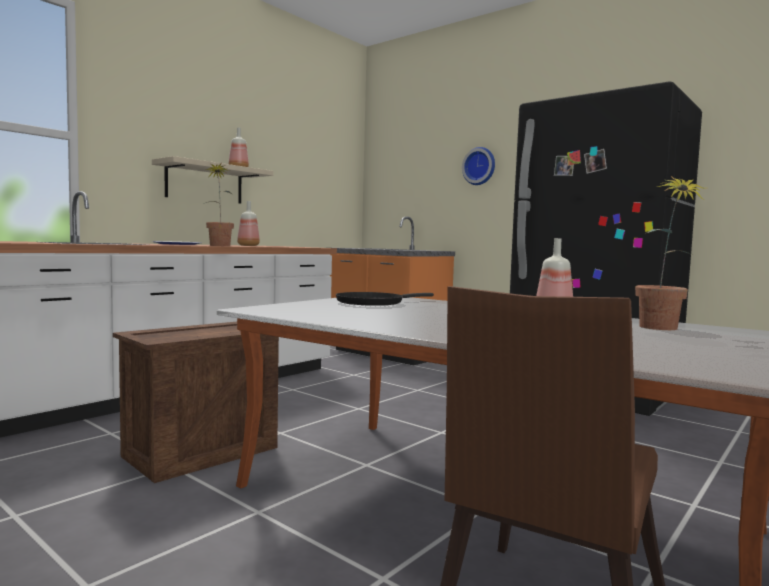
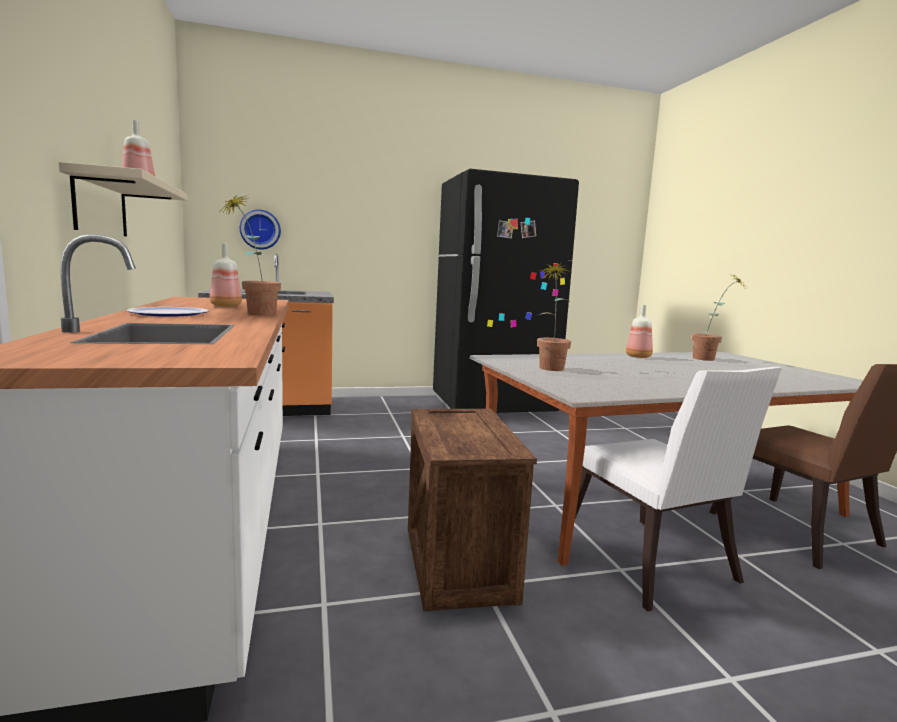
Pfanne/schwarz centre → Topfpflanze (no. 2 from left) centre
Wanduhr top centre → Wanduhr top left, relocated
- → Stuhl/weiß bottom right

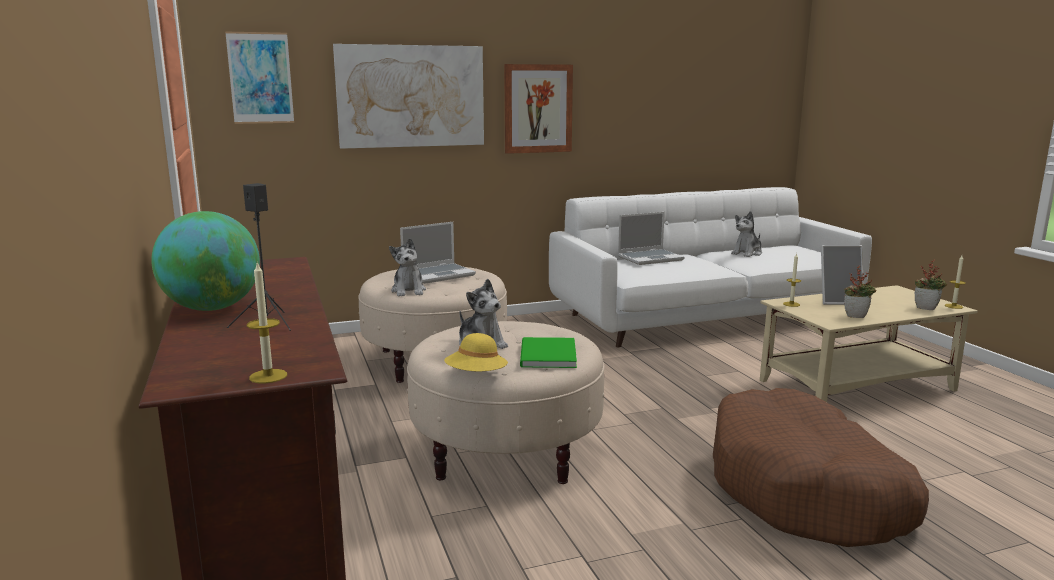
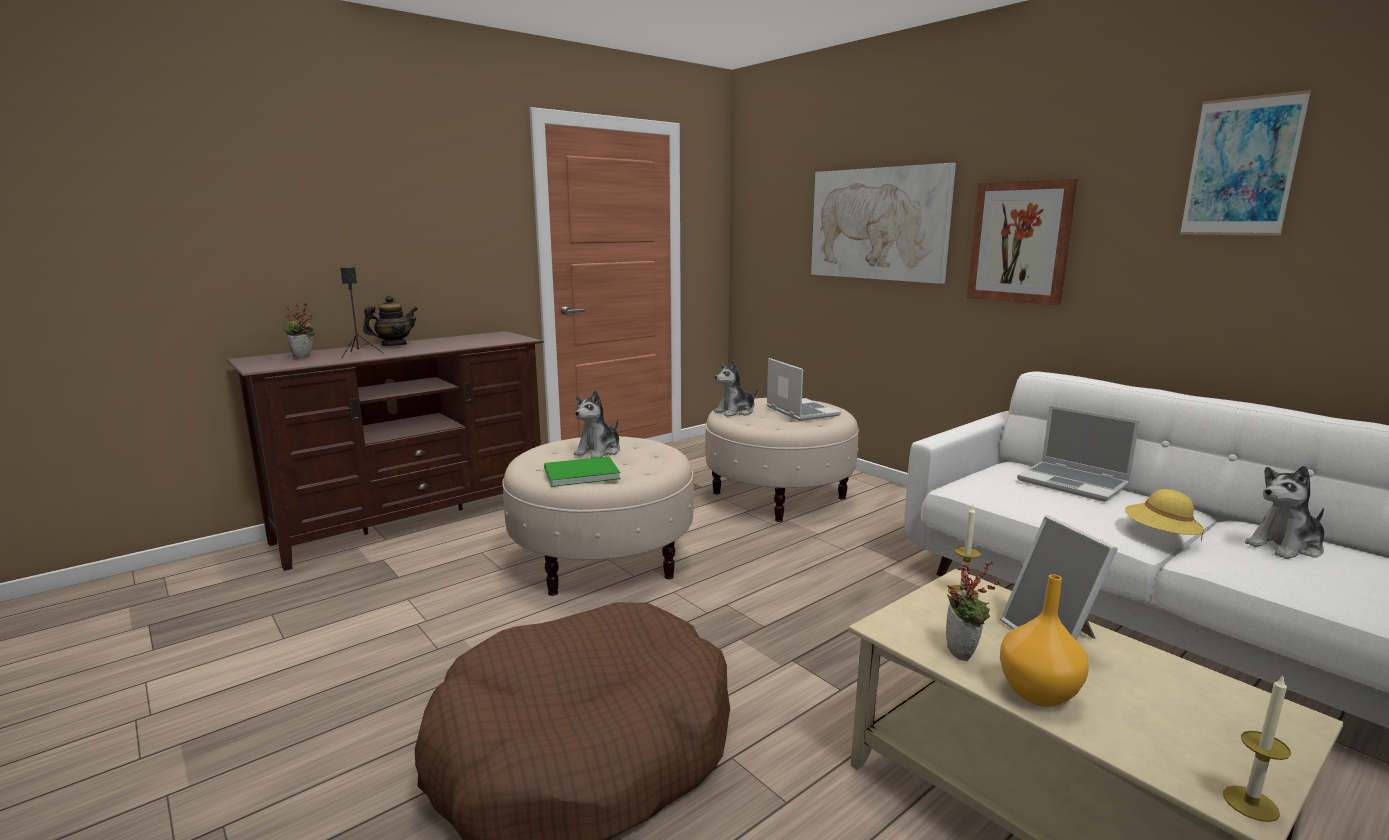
Globus middle left → Teekanne middle left
Bild (no. 1 from left in the first image) top left → Bild (no. 3 from left) top right, relocated
Kerze (no. 1 from left) middle left → -
Laptop (no. 1 from left) centre, 150 degrees counterclockwise
Hut/gelb centre → Hut/gelb middle right, relocated
Plüschtier (no. 3 from left) middle right, 45 degrees counterclockwise
Topfpflanze (no. 2 from left in the first image) middle right → Topfpflanze (no. 1 from left) middle left, relocated
- → Vase/orange bottom right

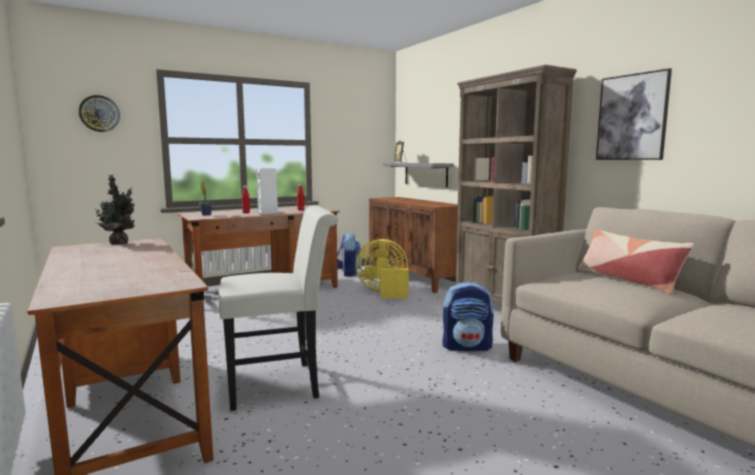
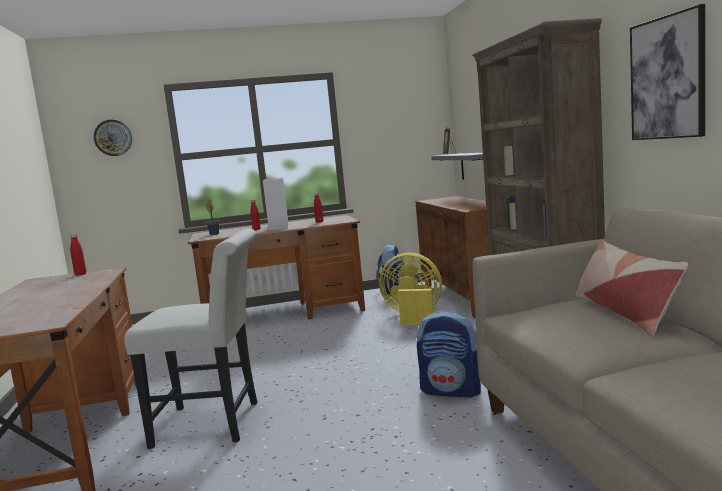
Topfpflanze (no. 1 from left) middle left → Flasche/rot (no. 1 from left) middle left

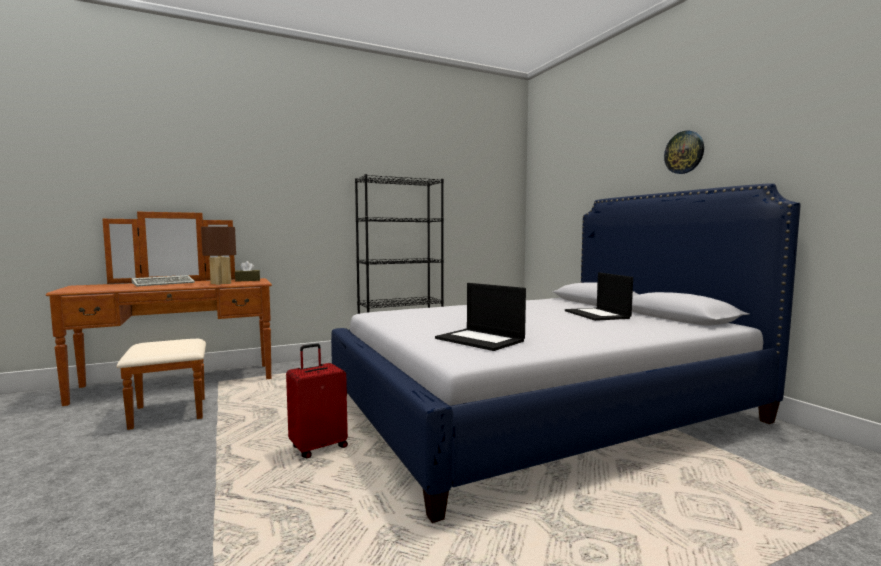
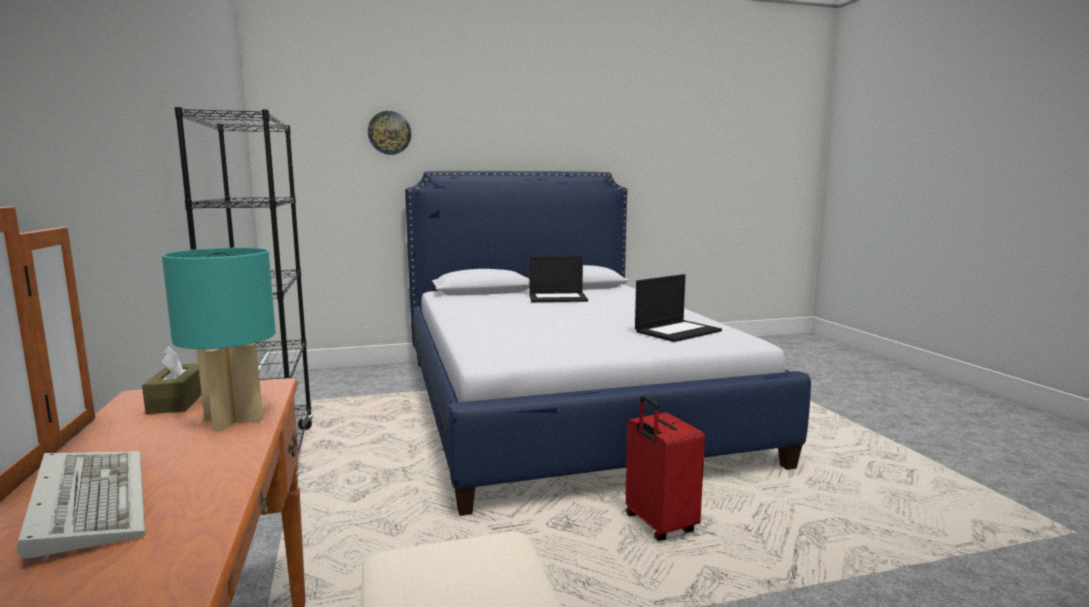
Tischlampe/braun middle left → Tischlampe/türkis middle left
Wanduhr top right → Wanduhr top centre, relocated

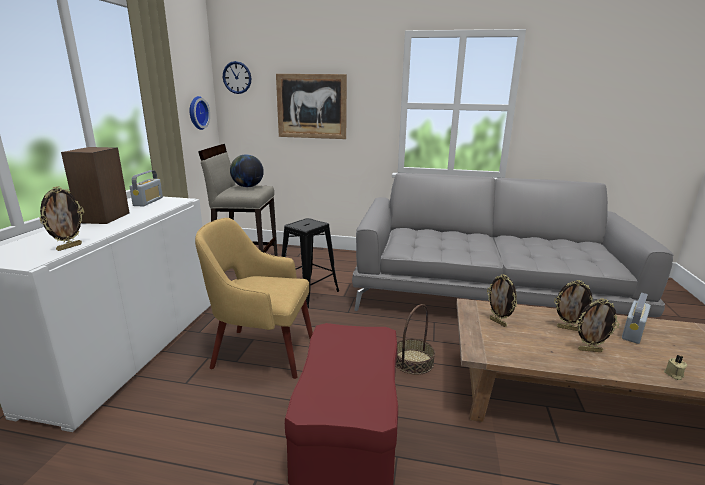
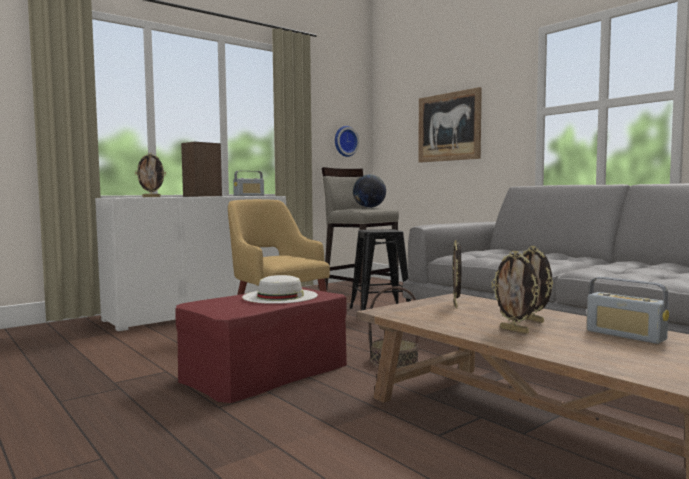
Wanduhr (no. 2 from left) top centre → -
Radio (no. 2 from left) middle right, 120 degrees counterclockwise
Kerze/beige bottom right → -
- → Hut/weiß centre

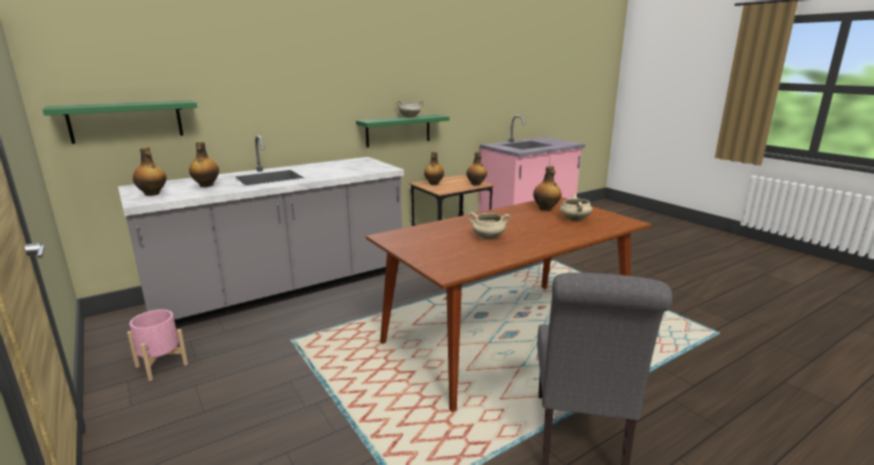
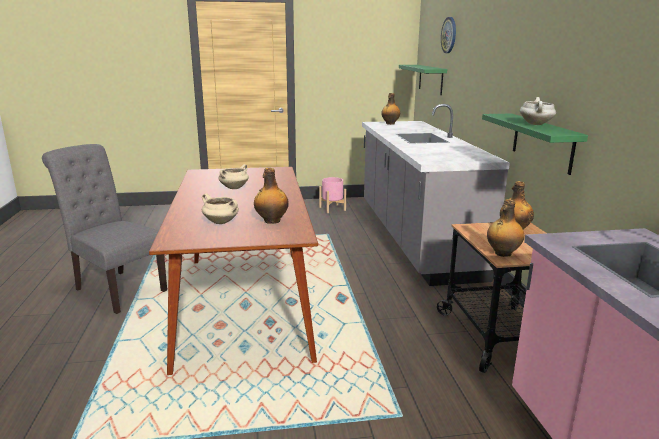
Flasche (no. 2 from left) middle left → -
- → Wanduhr top right

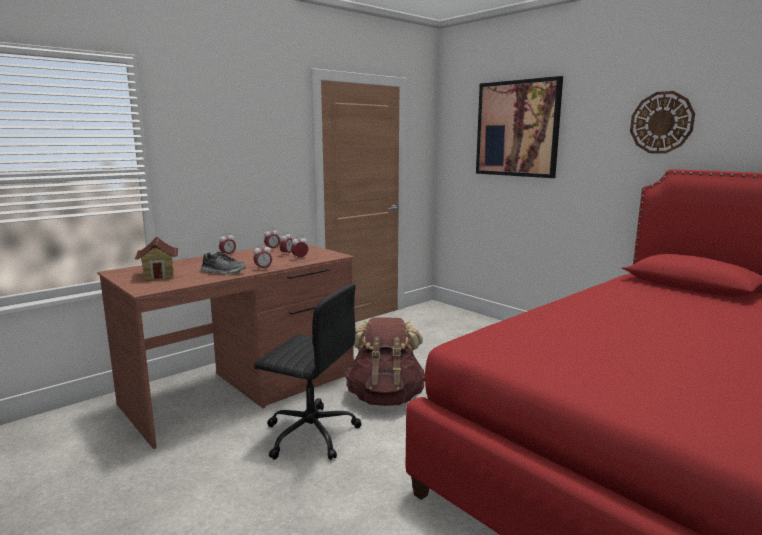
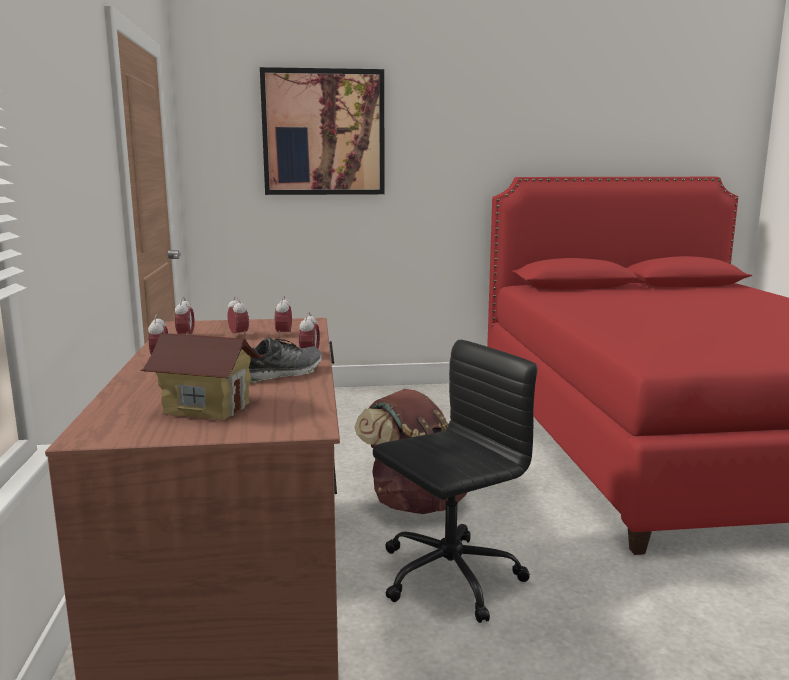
Wanduhr top right → -

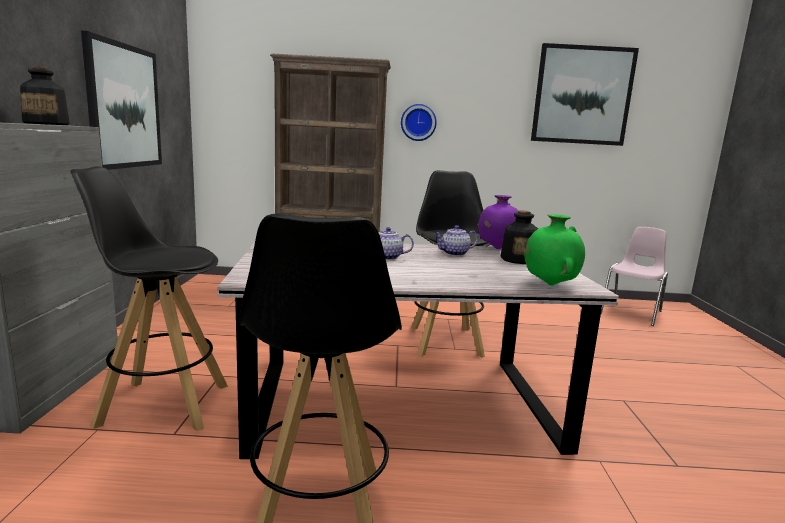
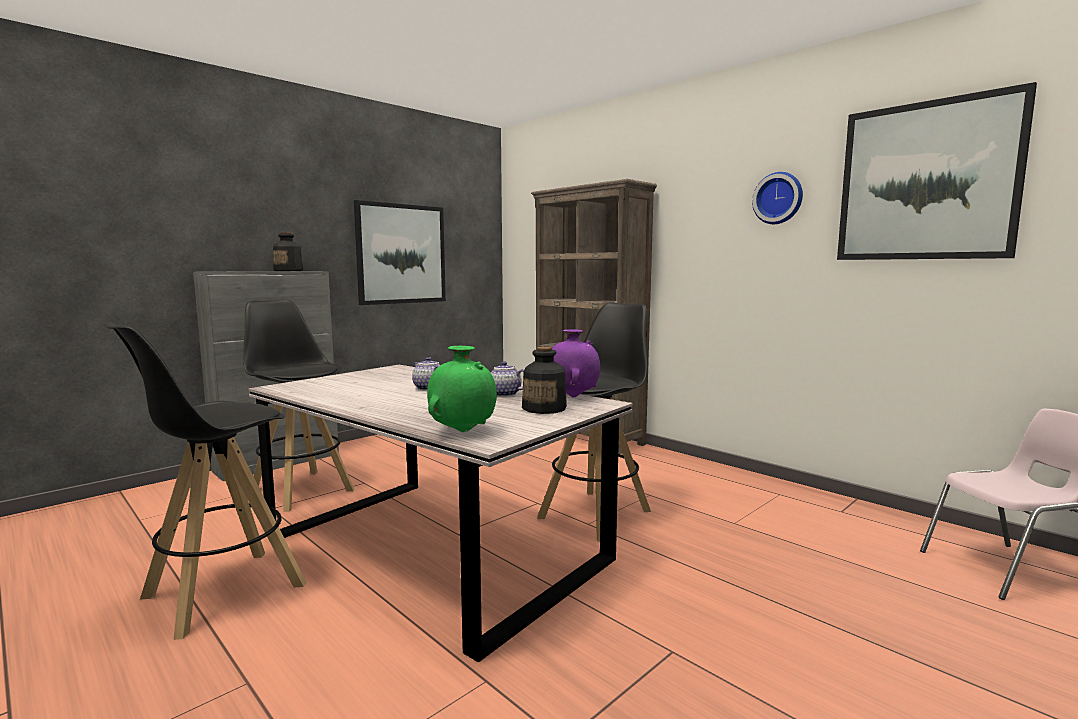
Wanduhr top centre → Wanduhr top right, relocated

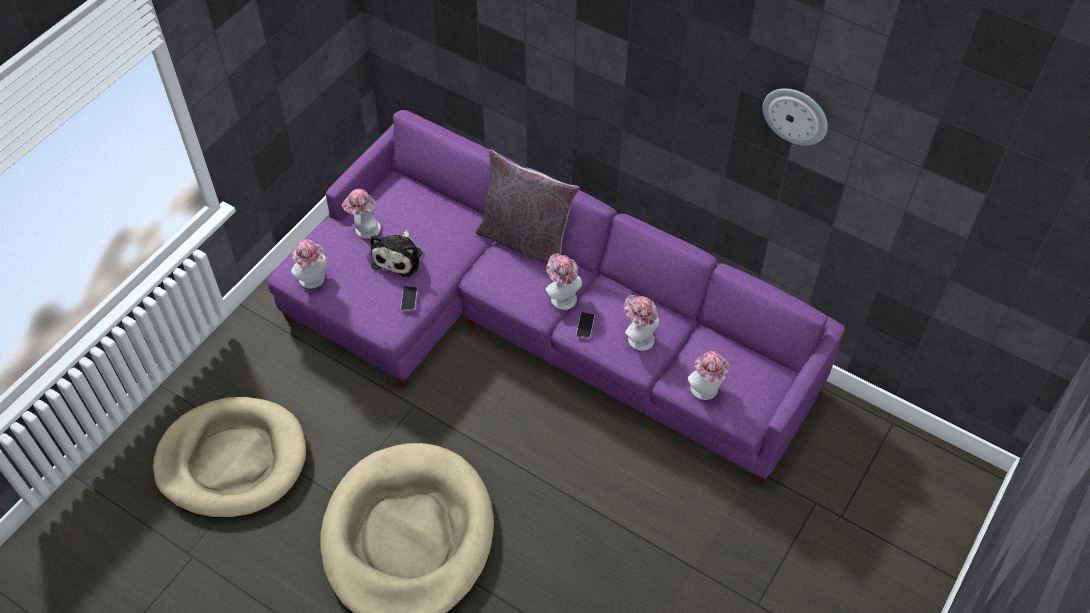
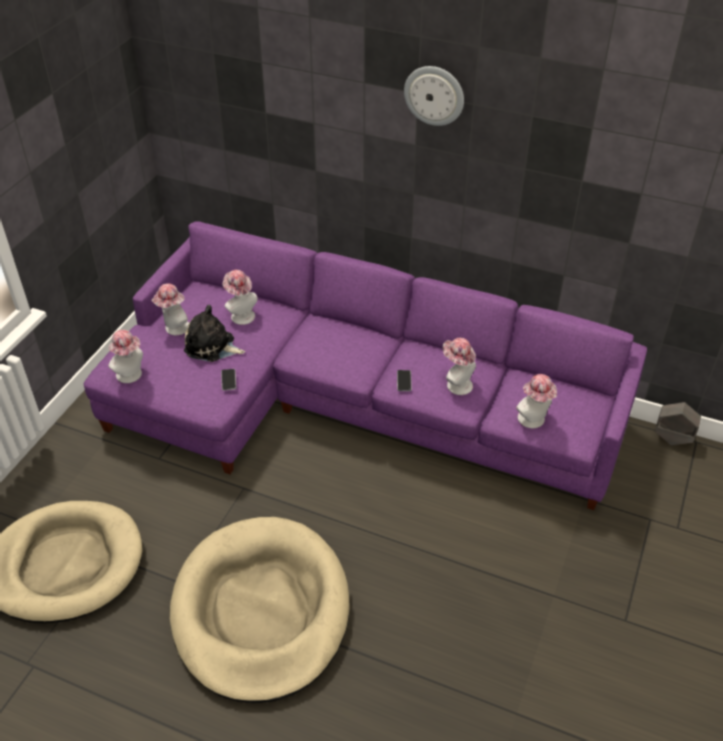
Plüschtier centre → Plüschtier middle left, 105 degrees clockwise
Kissen/grau centre → -
Hut (no. 3 from left) centre → Hut (no. 3 from left) middle left, relocated
Wanduhr top right → Wanduhr top centre, relocated
- → Pflanzkübel/grau middle right

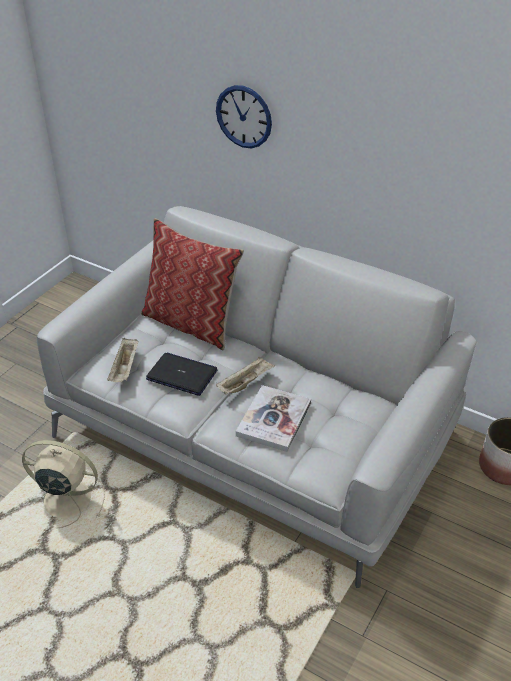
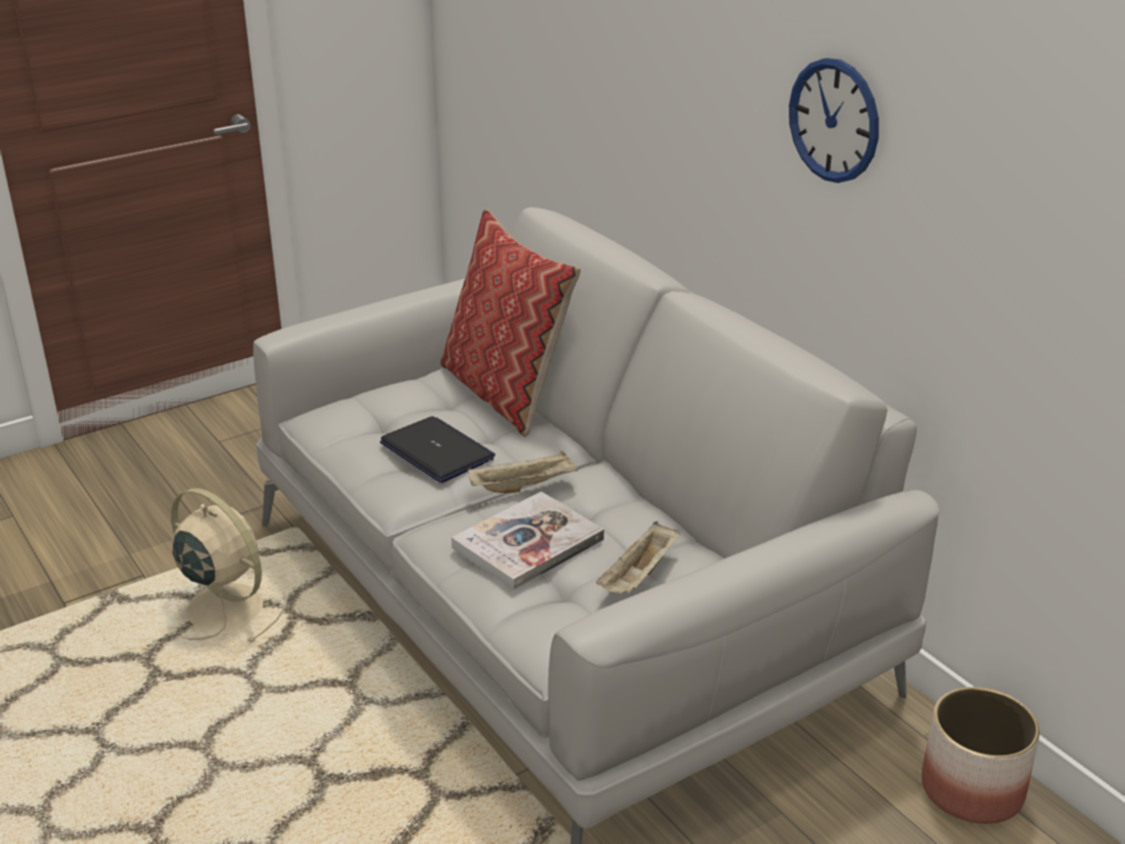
Tablett/beige (no. 1 from left in the first image) middle left → Tablett/beige (no. 2 from left) centre, relocated
Wanduhr top centre → Wanduhr top right, relocated

